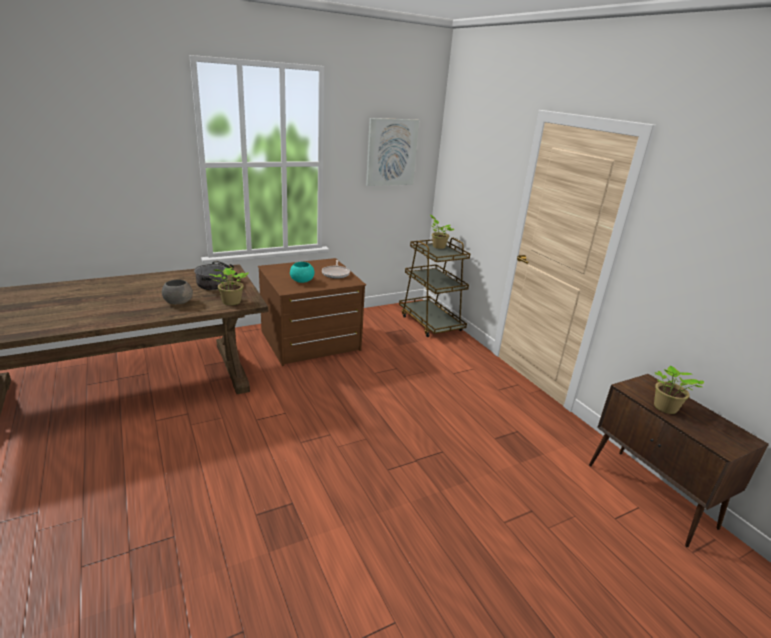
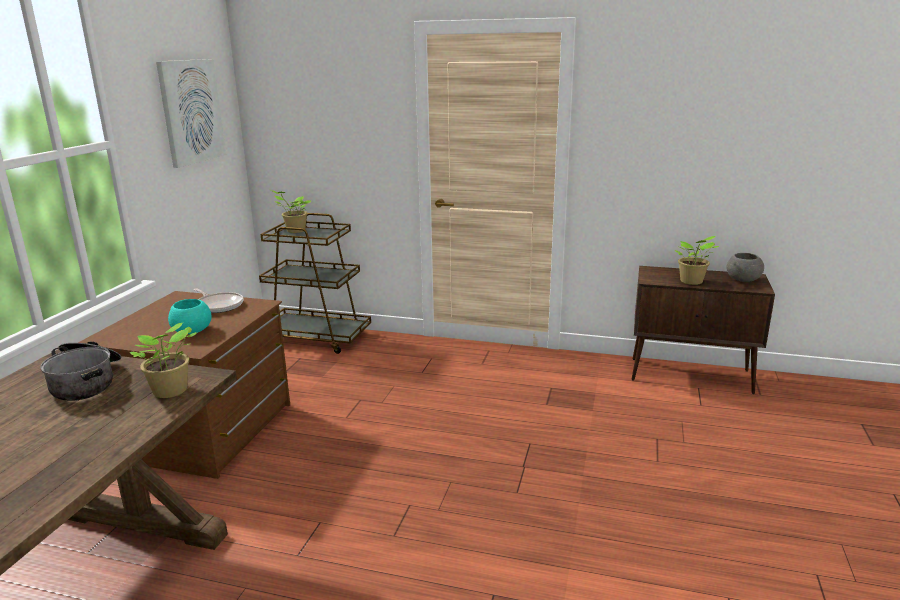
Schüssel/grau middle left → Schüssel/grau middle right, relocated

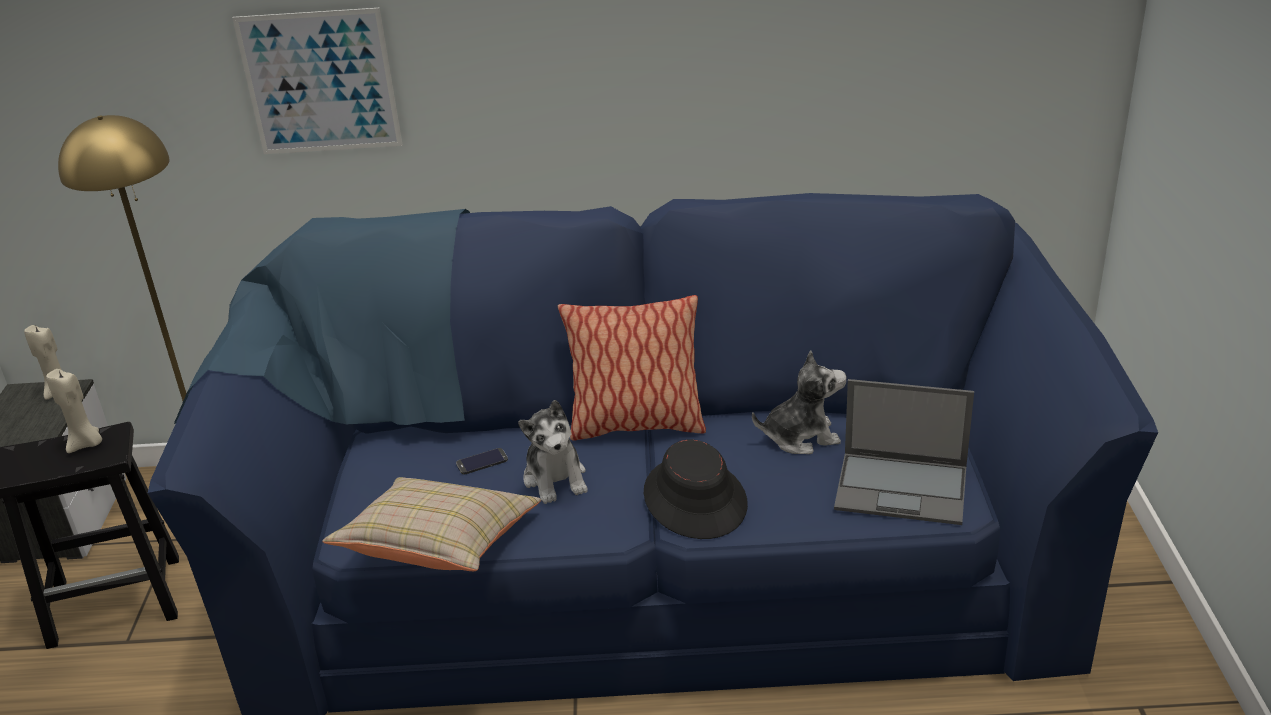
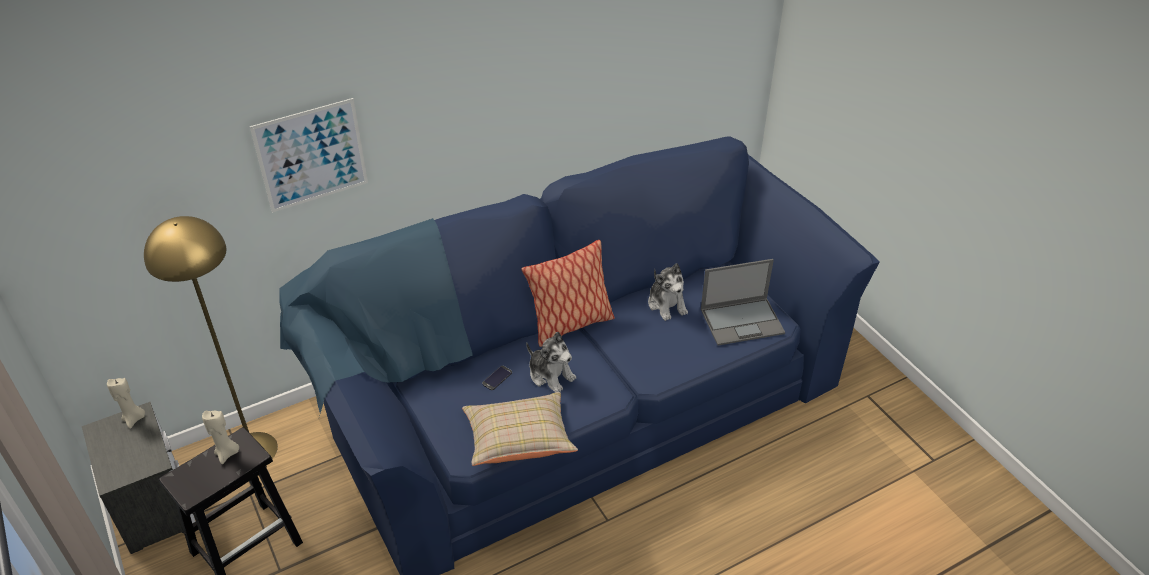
Hut/schwarz bottom centre → -
Plüschtier (no. 2 from left) centre, 105 degrees clockwise

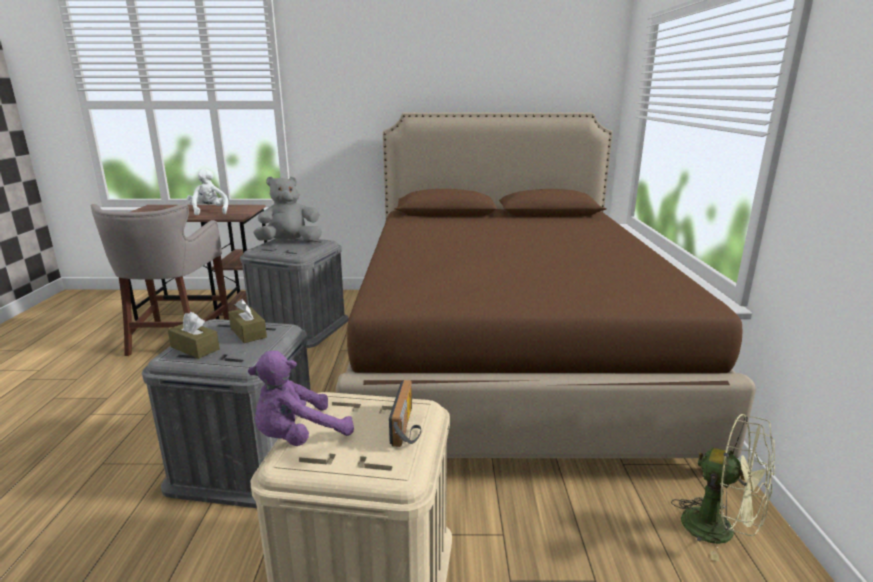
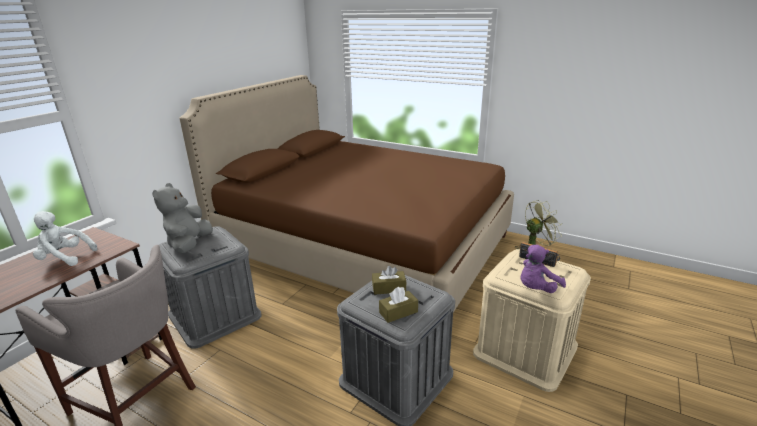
Plüschtier/lila bottom centre → Plüschtier/lila middle right, 60 degrees clockwise

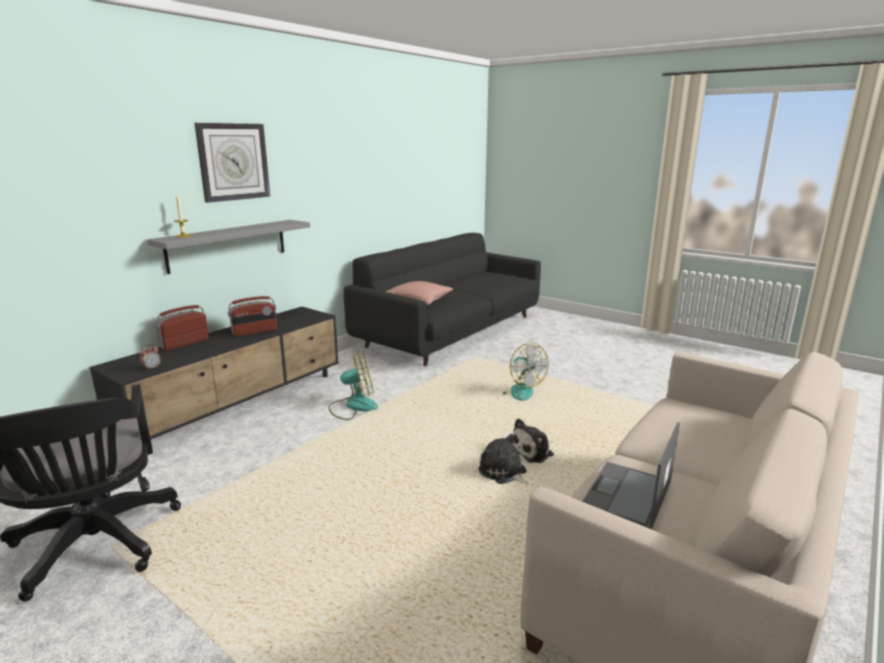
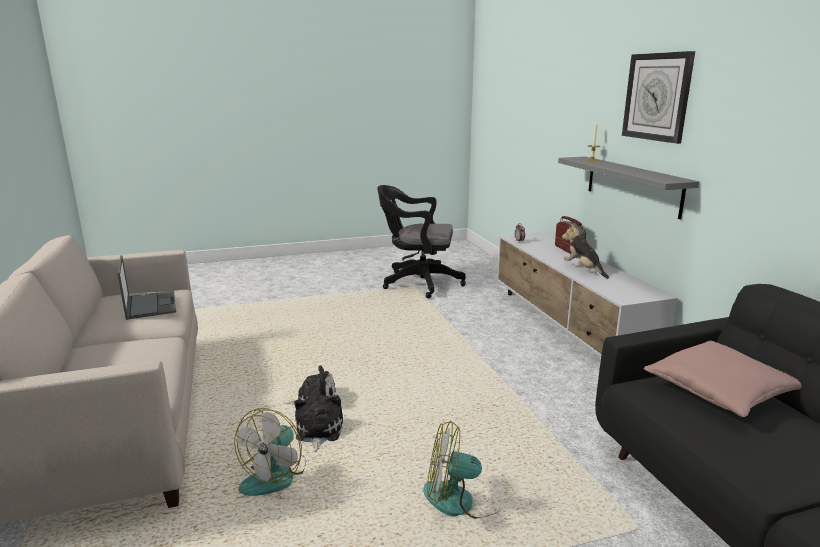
Fernsehschrank/schwarz middle left → Fernsehschrank/weiß middle right
Radio (no. 2 from left) middle left → Plüschtier (no. 3 from left) middle right
Ventilator (no. 1 from left) centre → Ventilator (no. 1 from left) bottom left, relocated

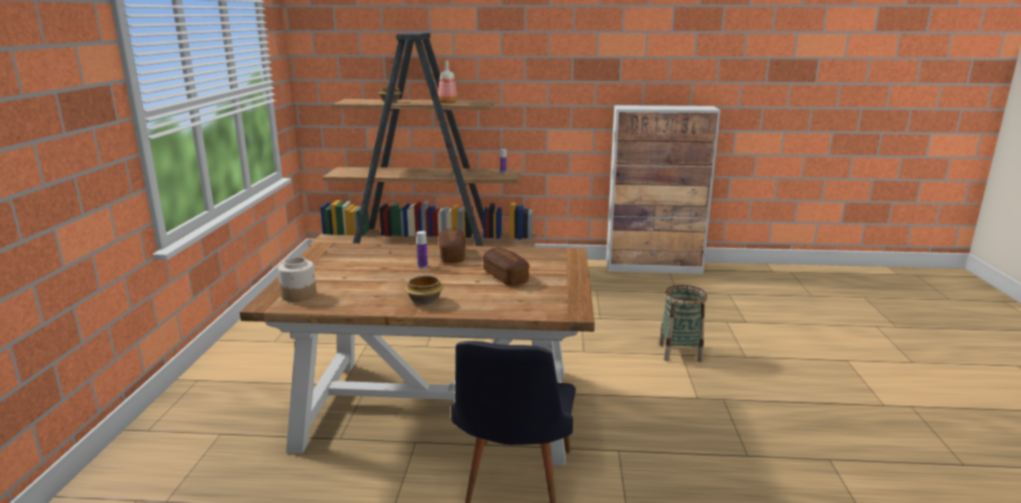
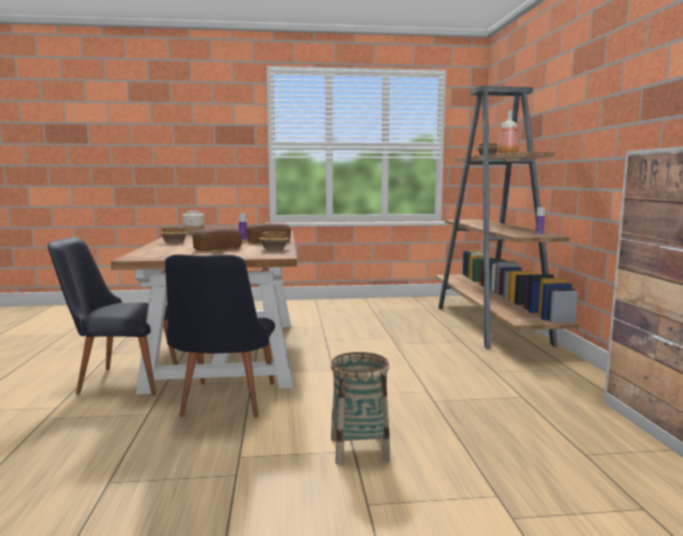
- → Stuhl/schwarz (no. 2 from left) middle left
- → Schüssel (no. 2 from left) centre

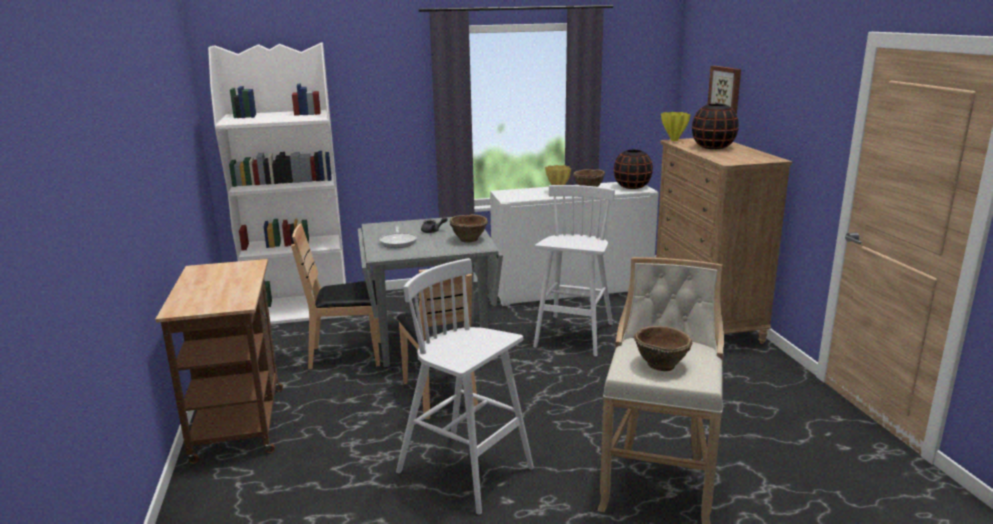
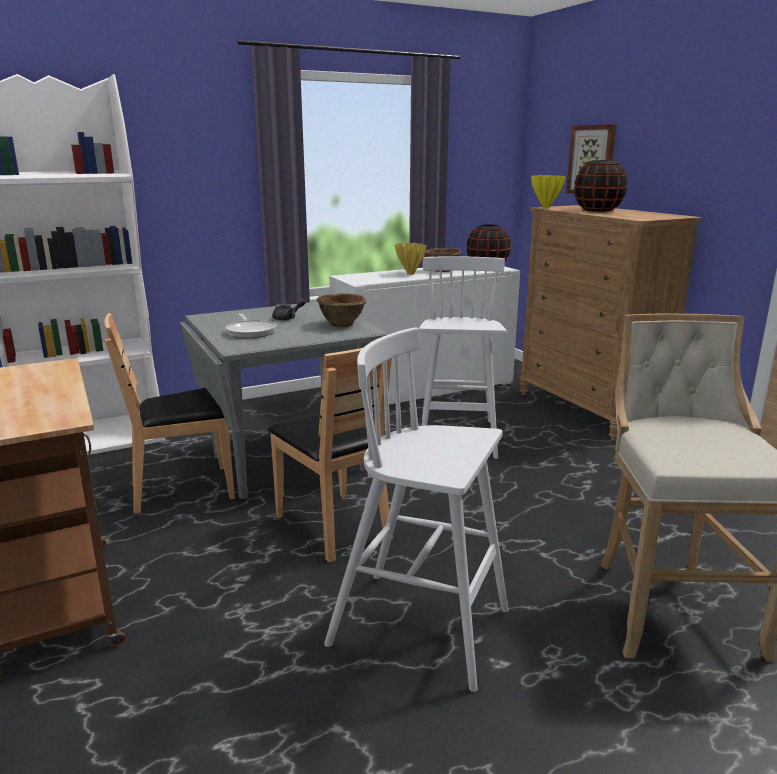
Schüssel/braun (no. 3 from left) middle right → -

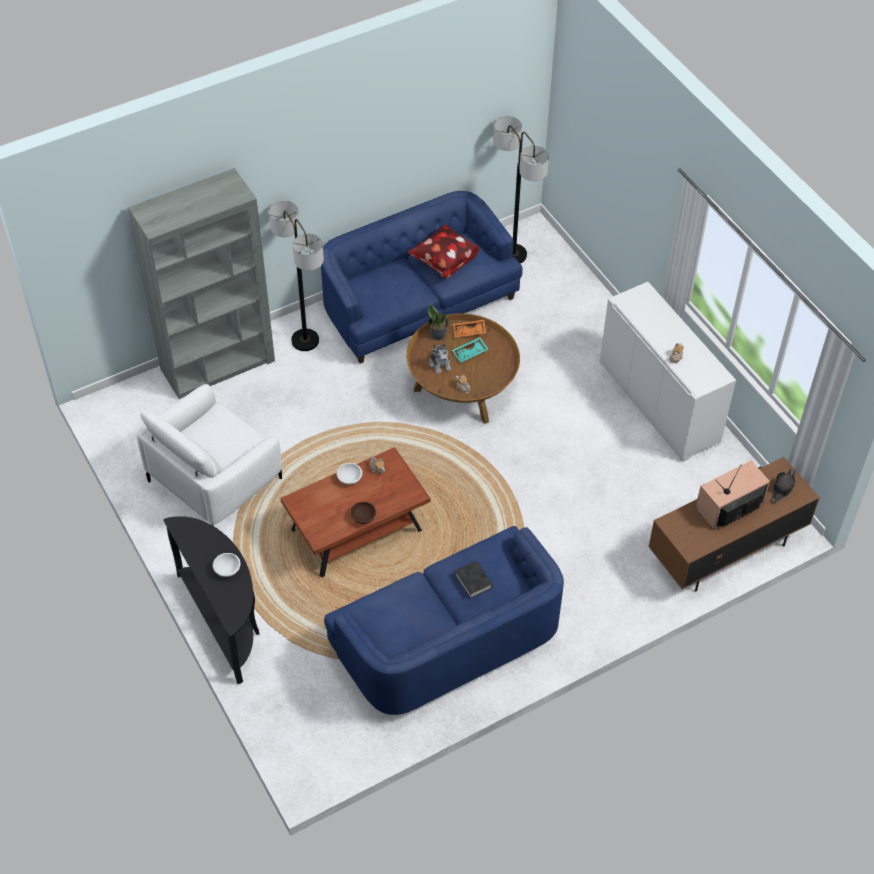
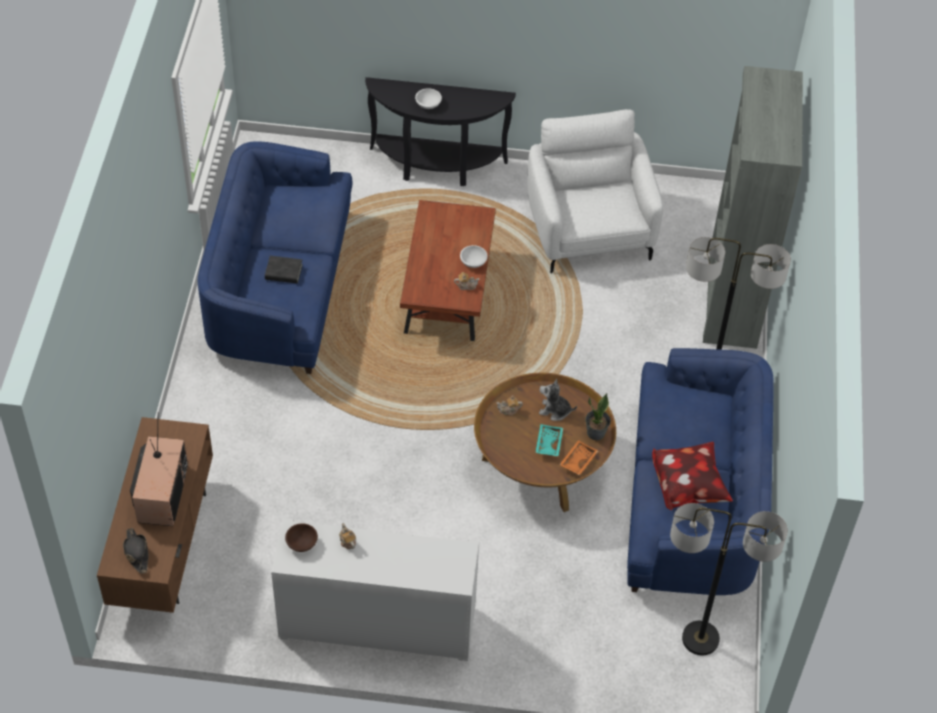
Schüssel/braun centre → Schüssel/braun bottom left, relocated

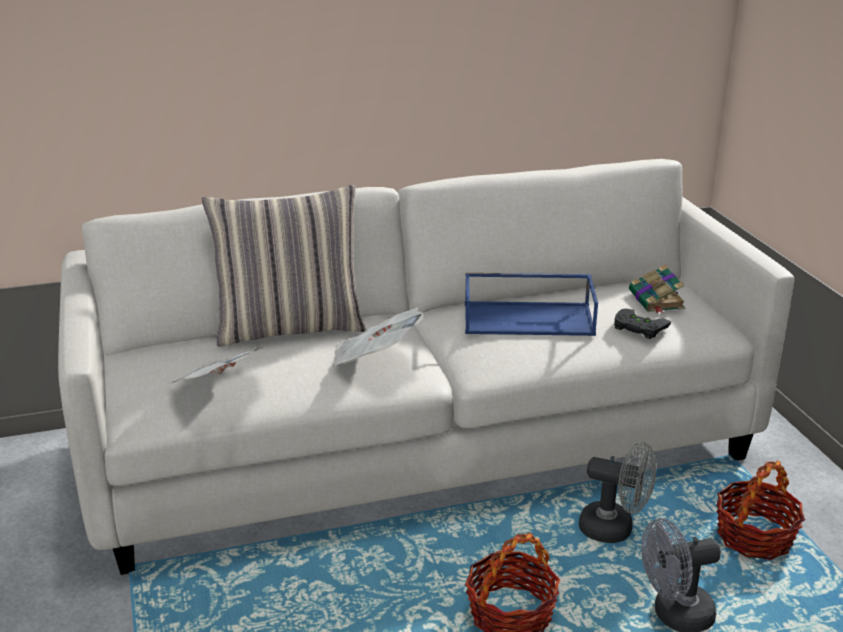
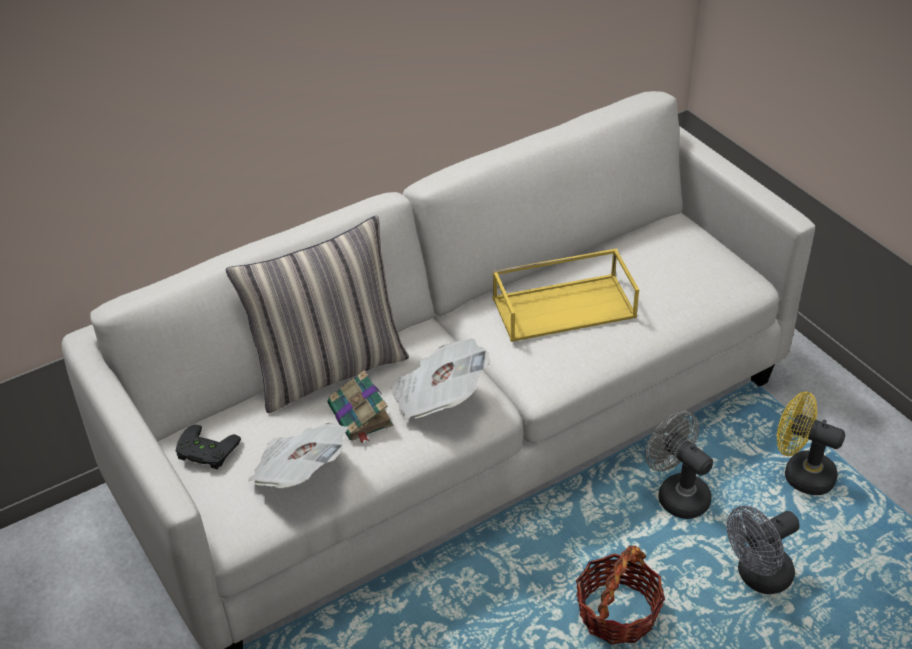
Tablett/blau centre → Tablett/gelb centre
Ventilator/grau (no. 1 from left) bottom right, 135 degrees counterclockwise
Gamepad/schwarz middle right → Gamepad/schwarz bottom left, relocated
Buch middle right → Buch centre, relocated
Korb (no. 2 from left) bottom right → Ventilator/gelb bottom right

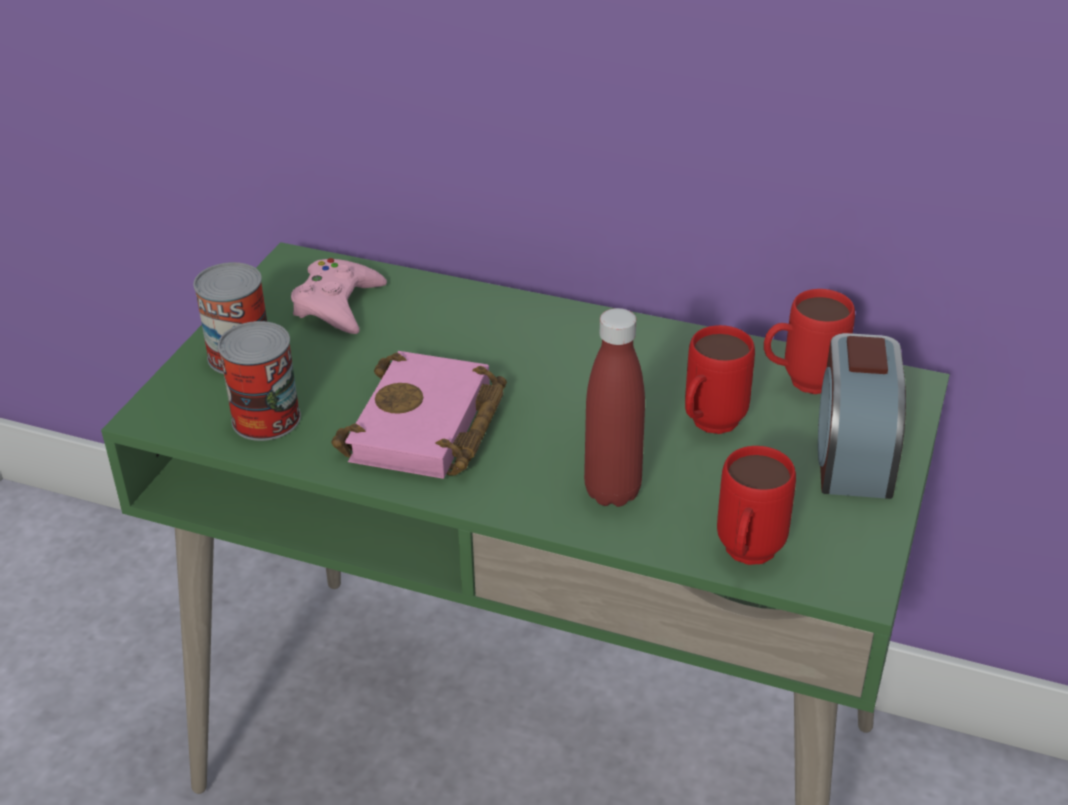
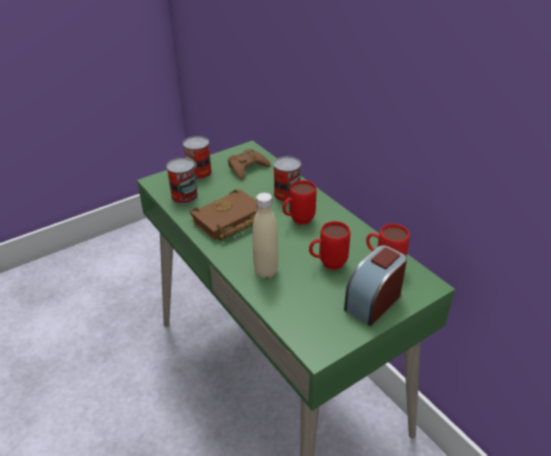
Gamepad/rosa middle left → Gamepad/braun centre
Buch/rosa centre → Buch/braun centre
Flasche/rot centre → Flasche/beige centre
Henkelbecher/rot (no. 2 from left in the first image) middle right → Henkelbecher/rot (no. 1 from left) centre, relocated
- → Dose (no. 3 from left) centre

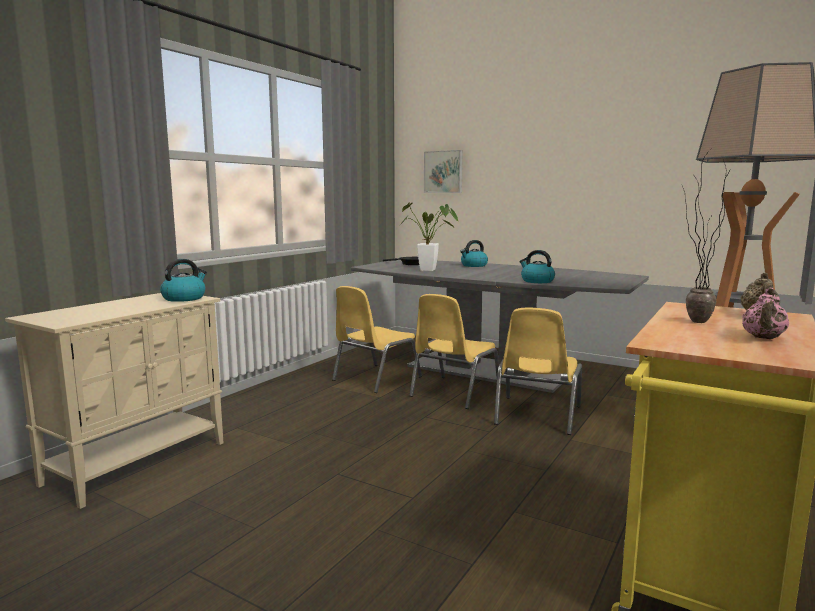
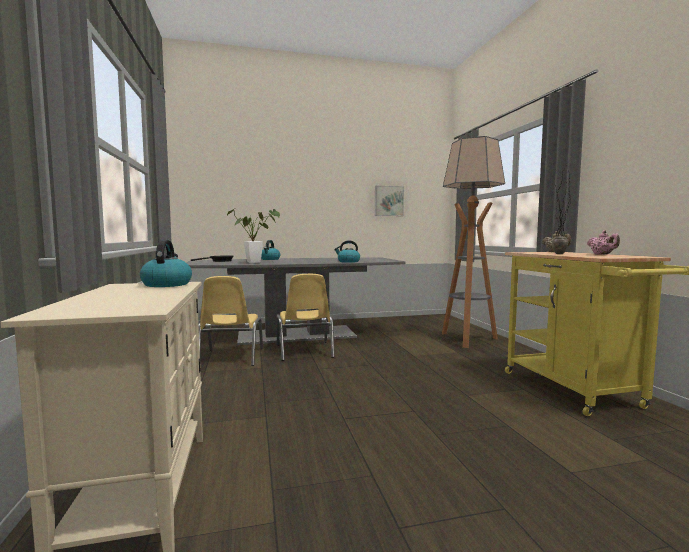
Bild top centre → Bild centre, relocated
Stuhl/gelb (no. 3 from left) centre → -

